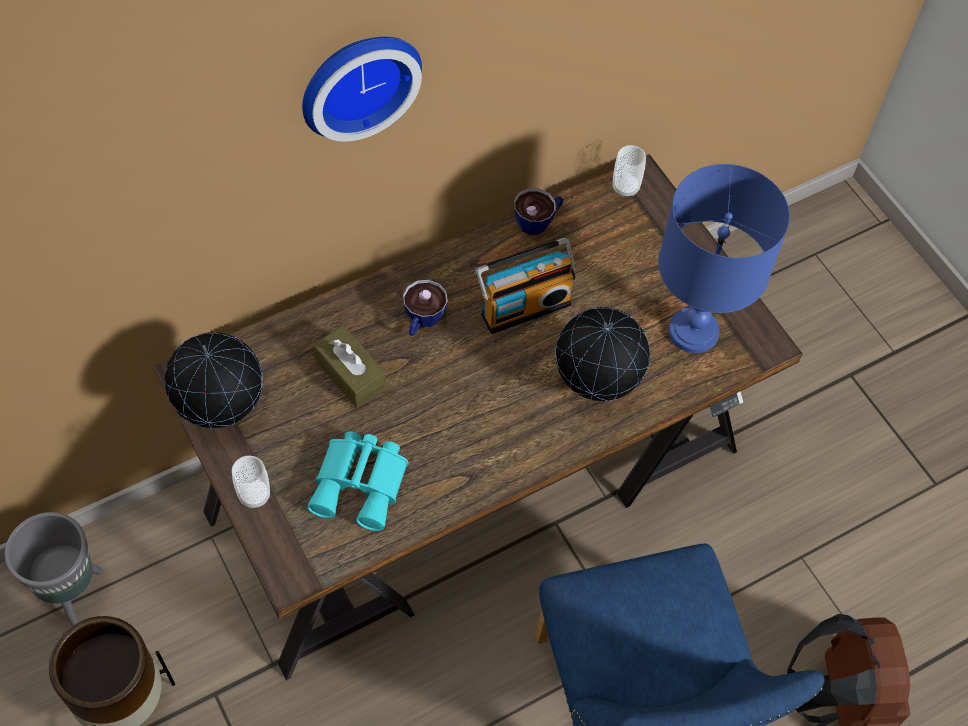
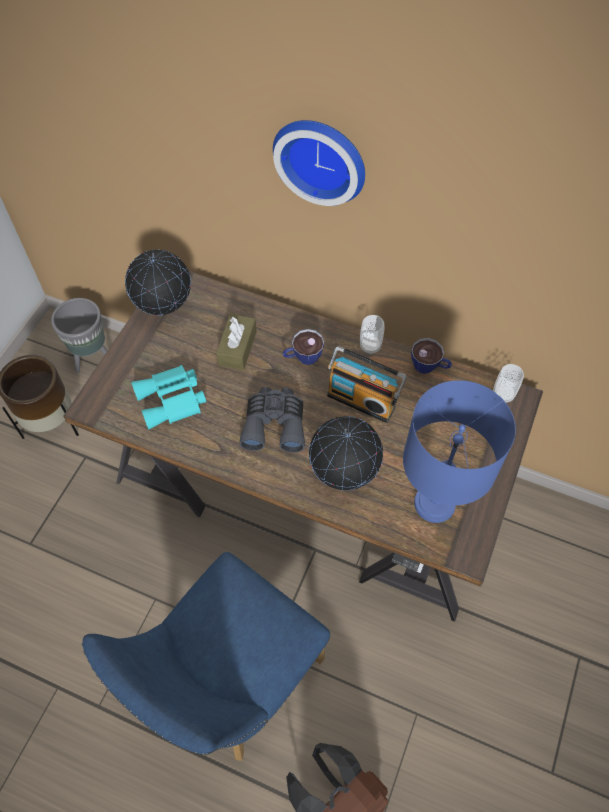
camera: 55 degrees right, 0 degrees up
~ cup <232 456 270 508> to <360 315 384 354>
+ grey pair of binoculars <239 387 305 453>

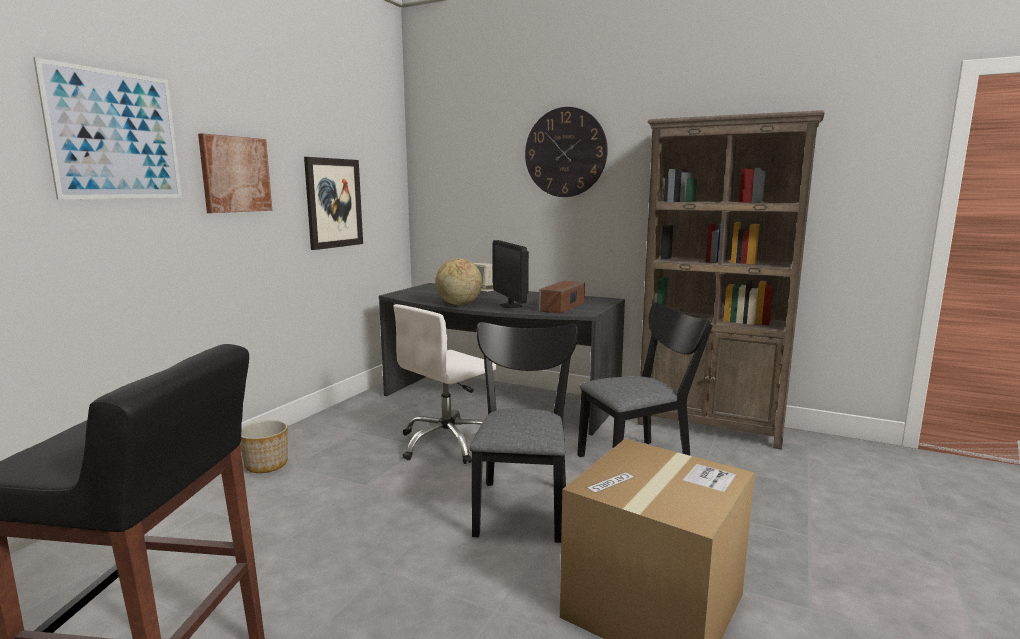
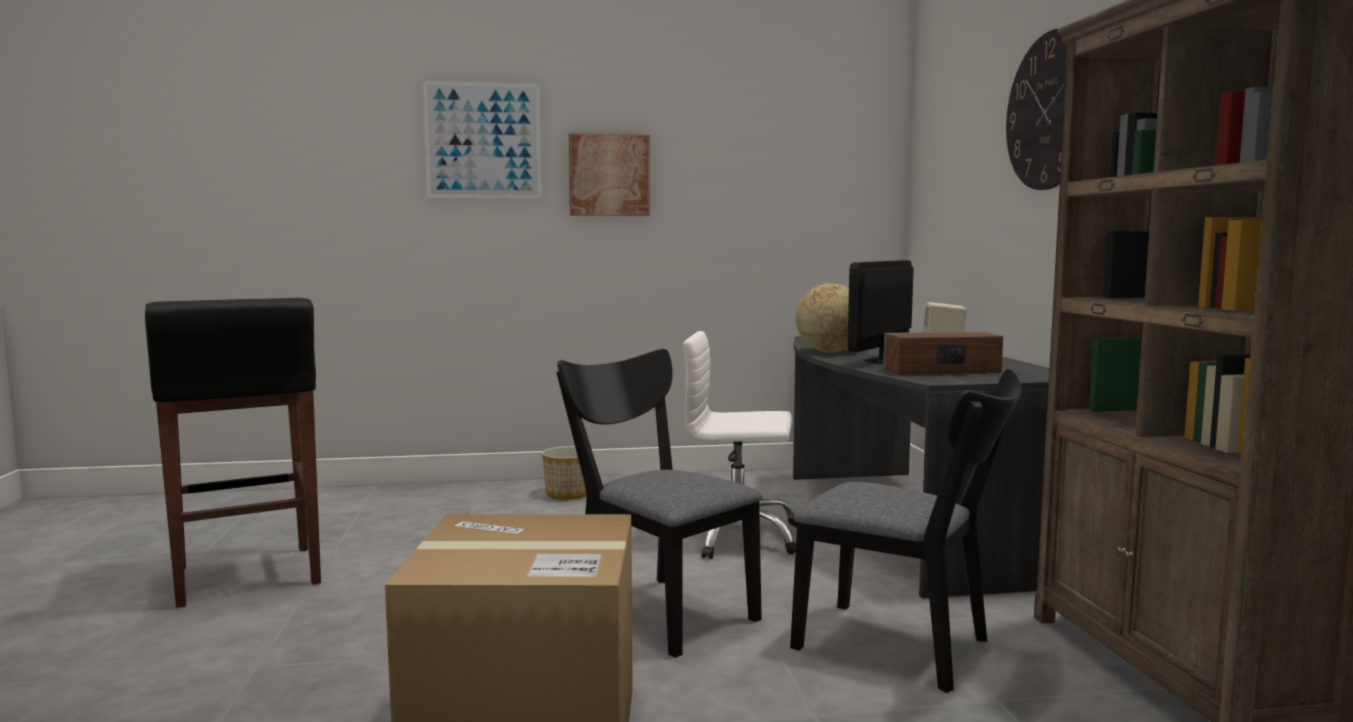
camera: 55 degrees right, 5 degrees down
- wall art <304 157 363 250>
~ black plain chair <470 322 578 543> = <557 349 762 658> 105 degrees counterclockwise

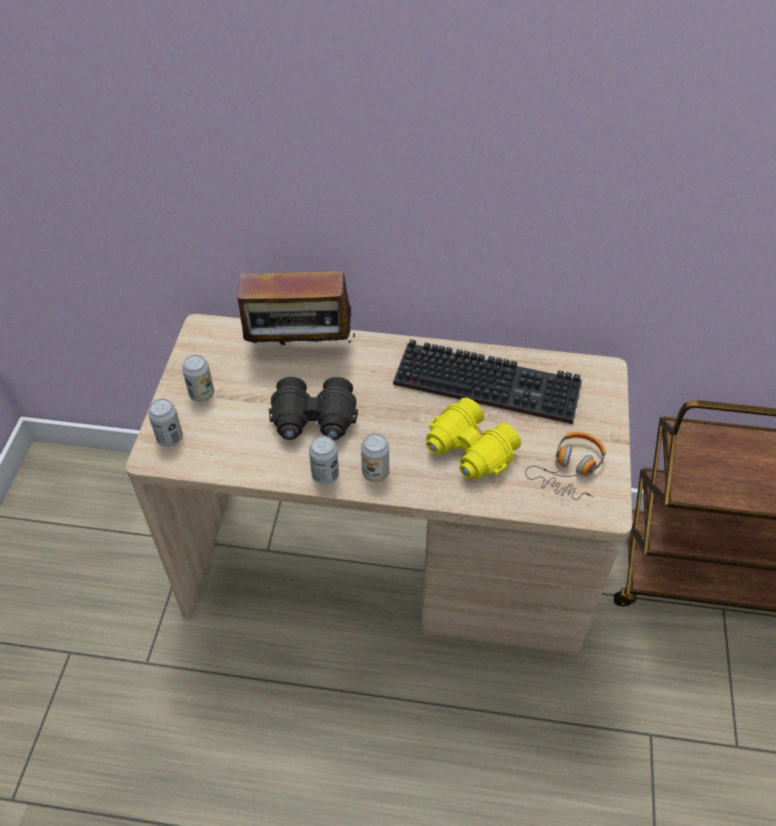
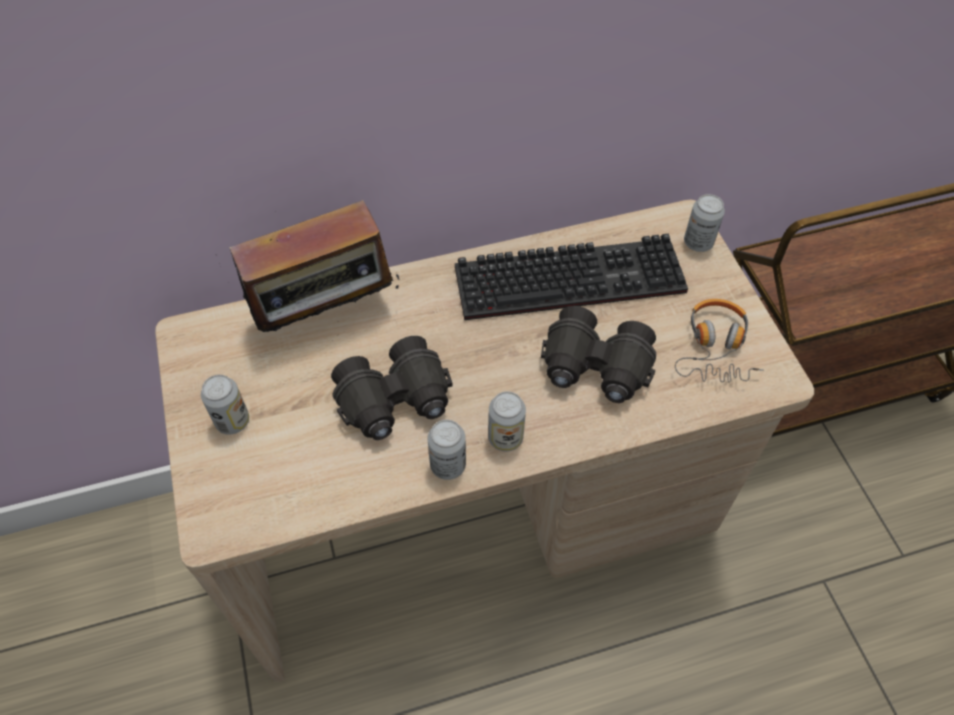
camera: 25 degrees left, 5 degrees up
~ metal can <148 398 183 447> to <684 194 725 252>
~ yellow pair of binoculars <426 397 521 479> to black pair of binoculars <541 306 656 403>

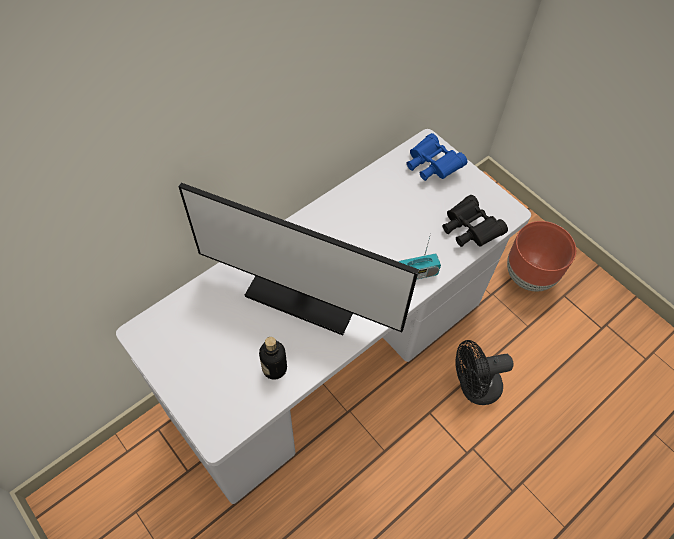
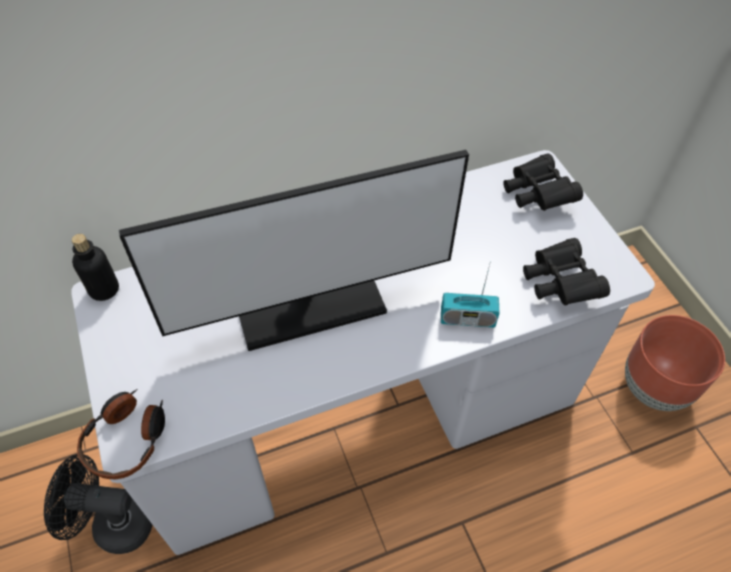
camera: 20 degrees right, 5 degrees down
~ computer display <178 183 419 335> = <118 150 469 351> 60 degrees counterclockwise
~ drink bottle <259 337 287 380> to <72 234 119 301>
~ blue pair of binoculars <407 133 467 181> to black pair of binoculars <503 153 583 211>
~ black cooling fan <455 340 513 405> to <44 454 152 554>
+ pair of headphones <77 389 165 479>

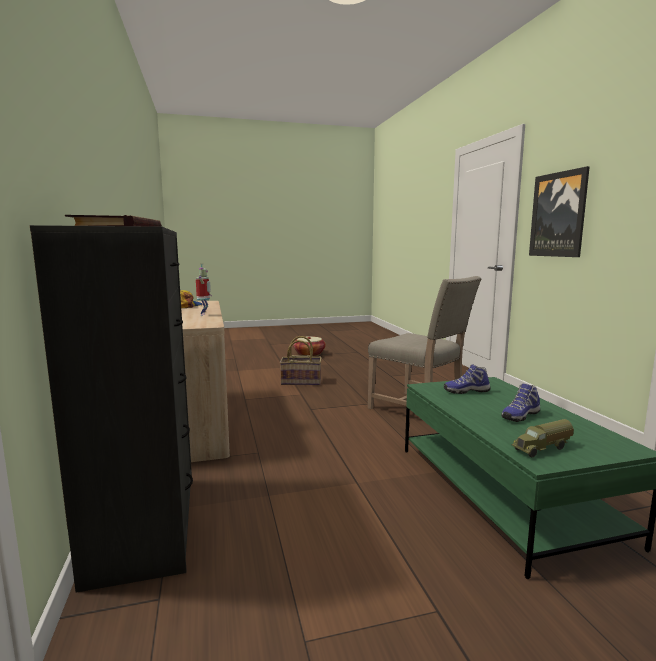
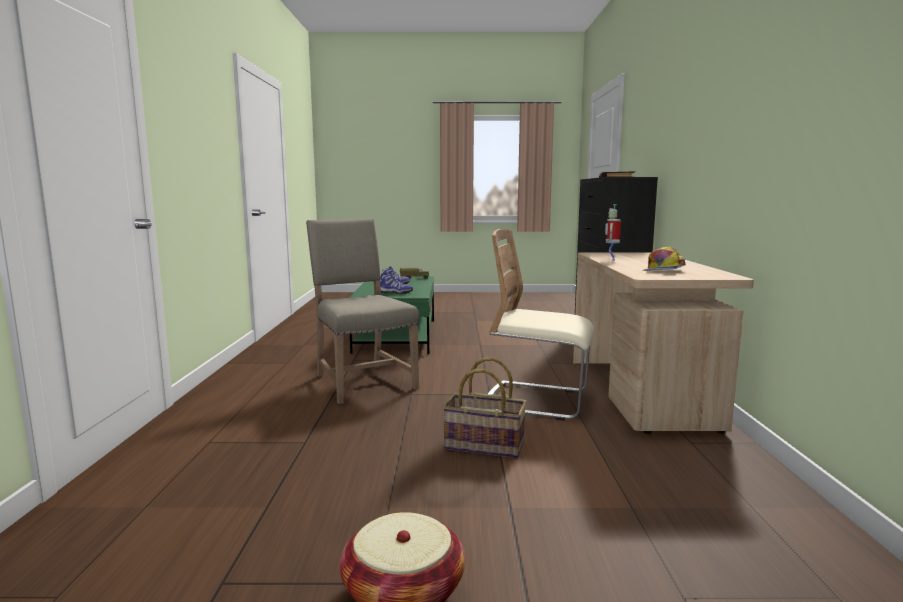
camera: 165 degrees left, 0 degrees up
- wall art <529 166 590 257>
+ beige-coloured plain chair <488 229 594 421>

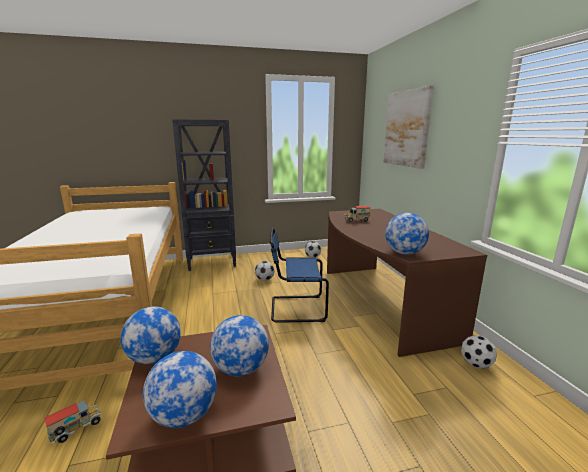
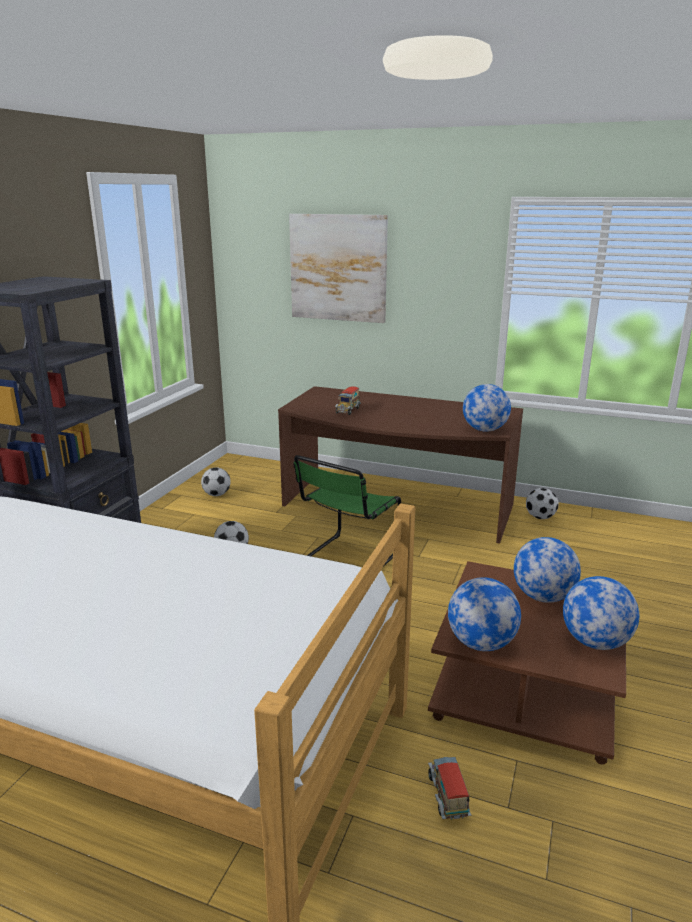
camera: 55 degrees left, 5 degrees up
~ blue plain chair <270 228 329 323> to green-coloured plain chair <293 455 401 567>

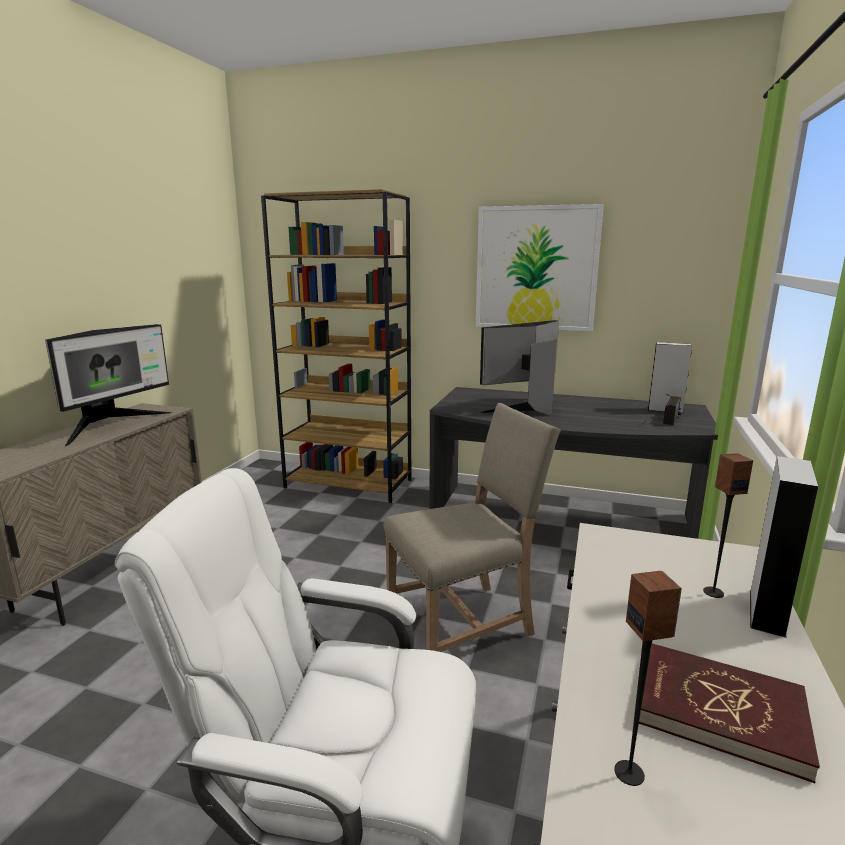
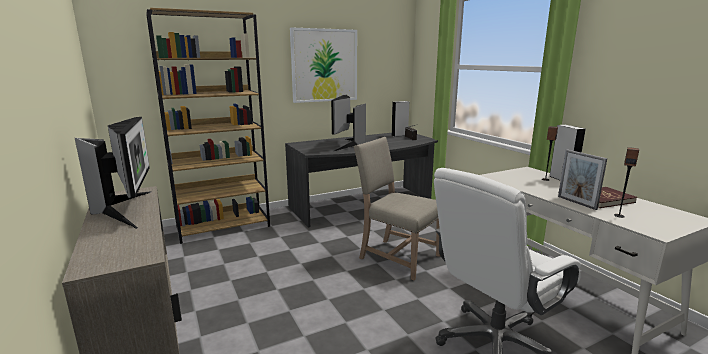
camera: 45 degrees left, 0 degrees up
~ beige-coloured plain chair <383 403 561 652> = <354 137 440 280> 75 degrees counterclockwise
+ standing frame <558 149 607 210>

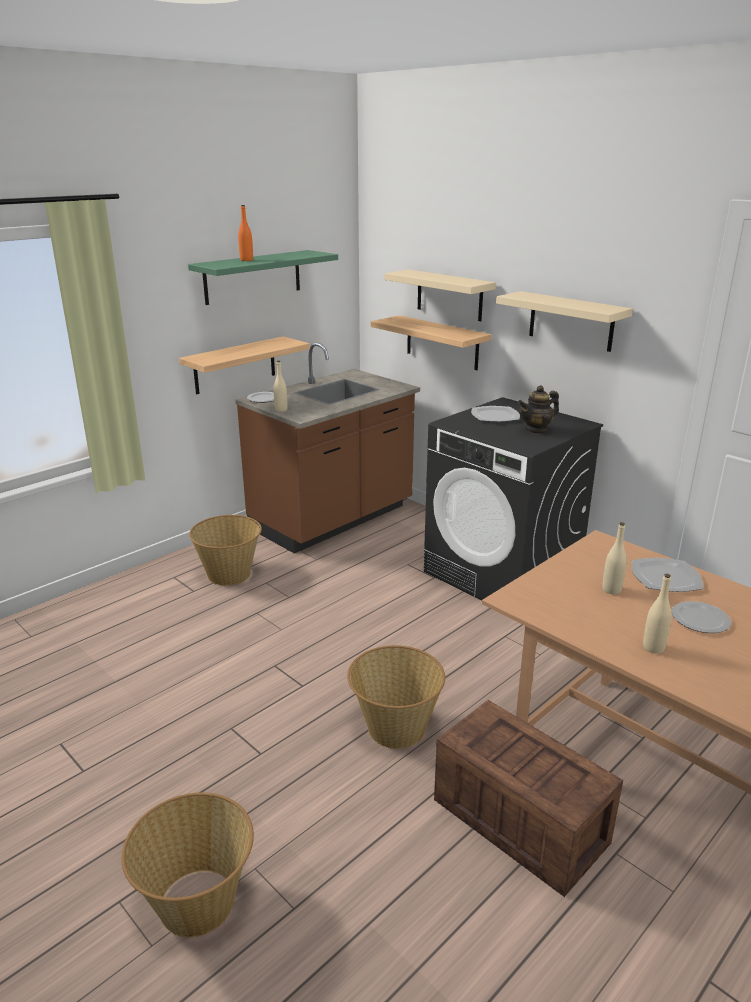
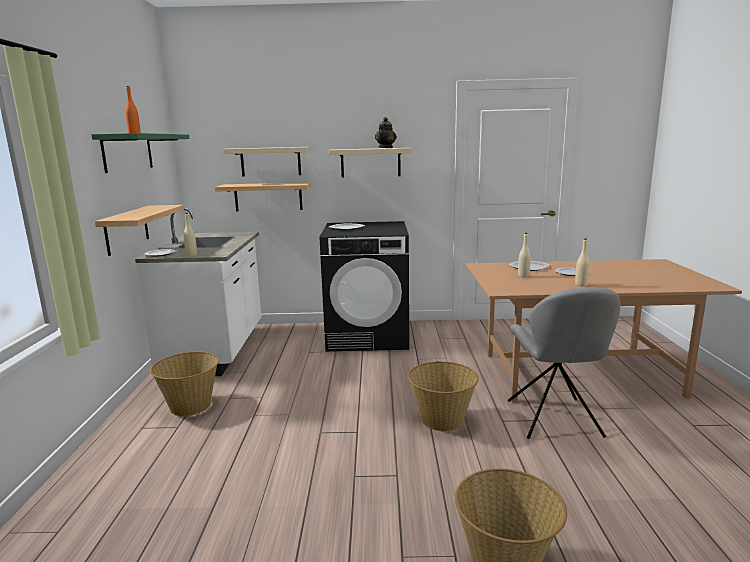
camera: 45 degrees left, 10 degrees down
~ brown kitchen base unit <235 343 420 554> to white-coloured kitchen base unit <135 207 262 376>
~ shipping crate <434 700 623 897> to grey plain chair <508 287 620 439>
~ pot for tea <518 385 559 434> to <375 117 397 148>

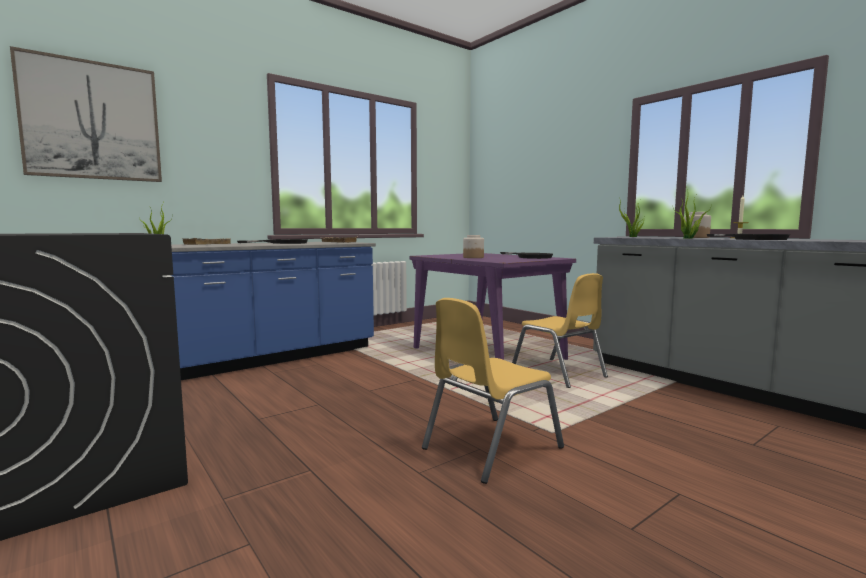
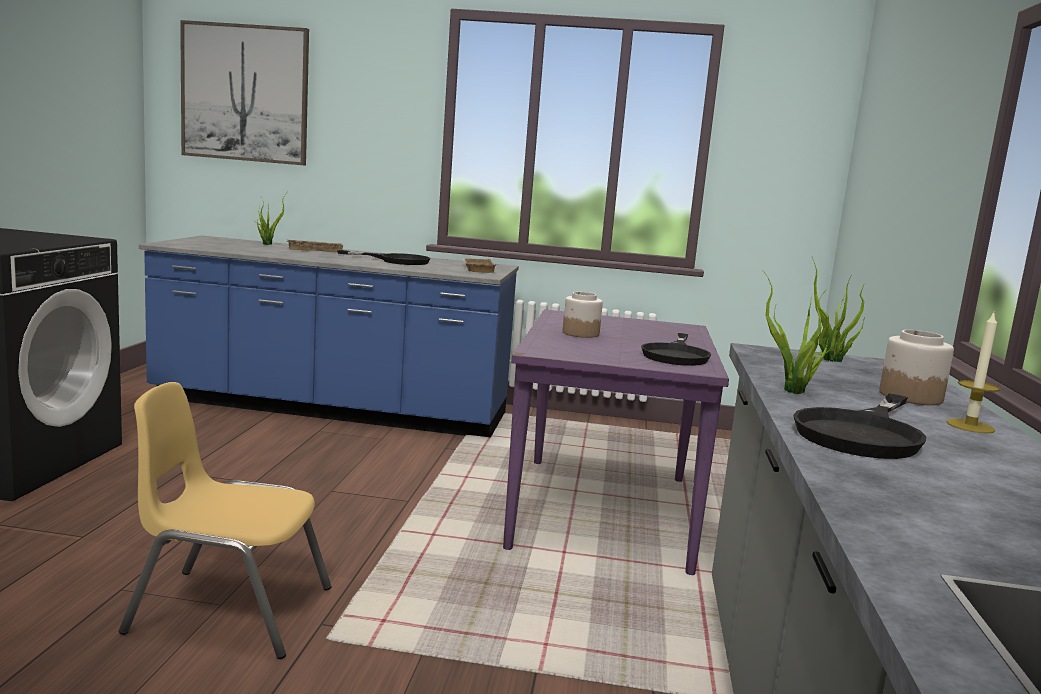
camera: 45 degrees right, 5 degrees up
- yellow plain chair <512 273 608 388>

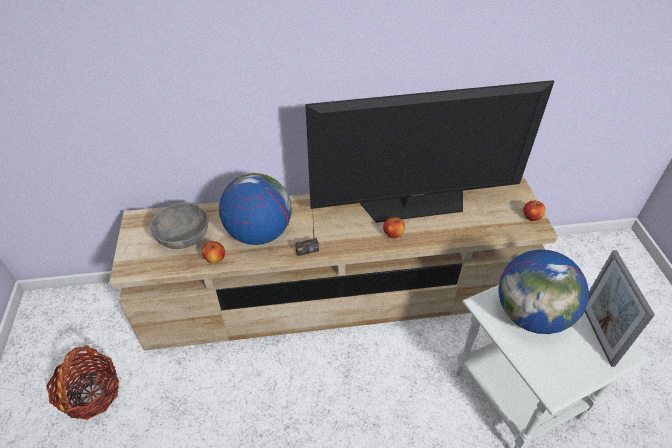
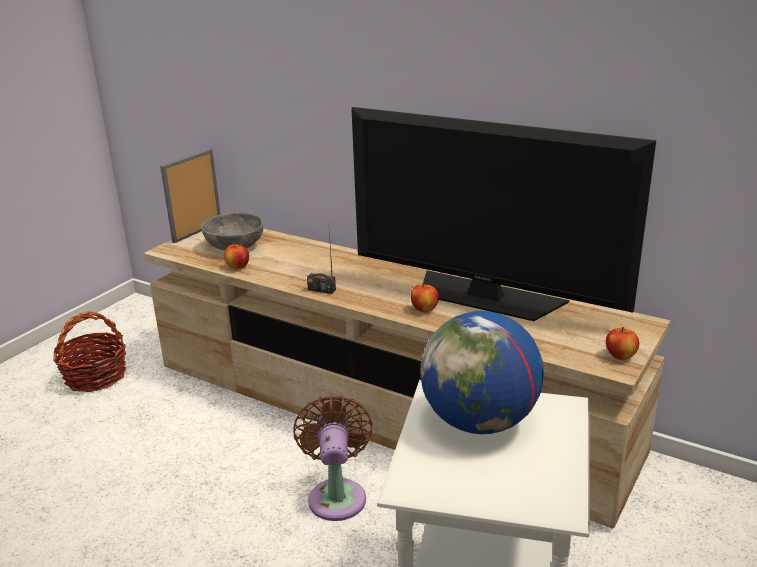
camera: 40 degrees right, 20 degrees down
- globe <219 173 292 245>
~ standing frame <584 250 655 367> to <160 149 221 243>
+ brown cooling fan <294 395 373 521>

